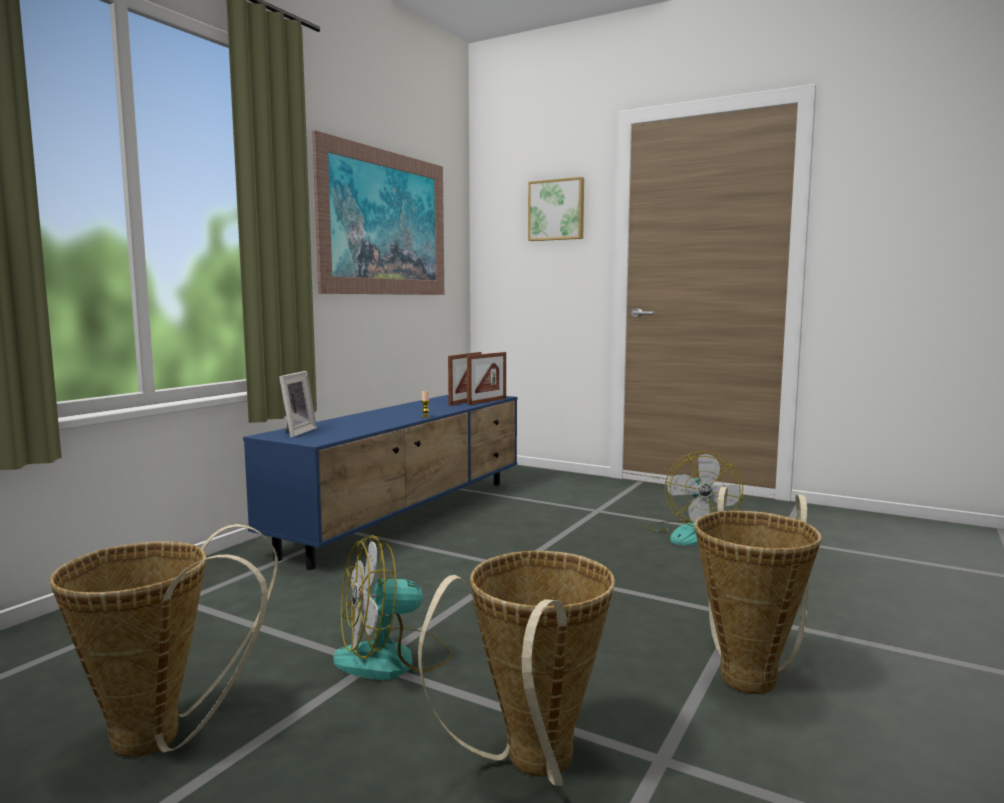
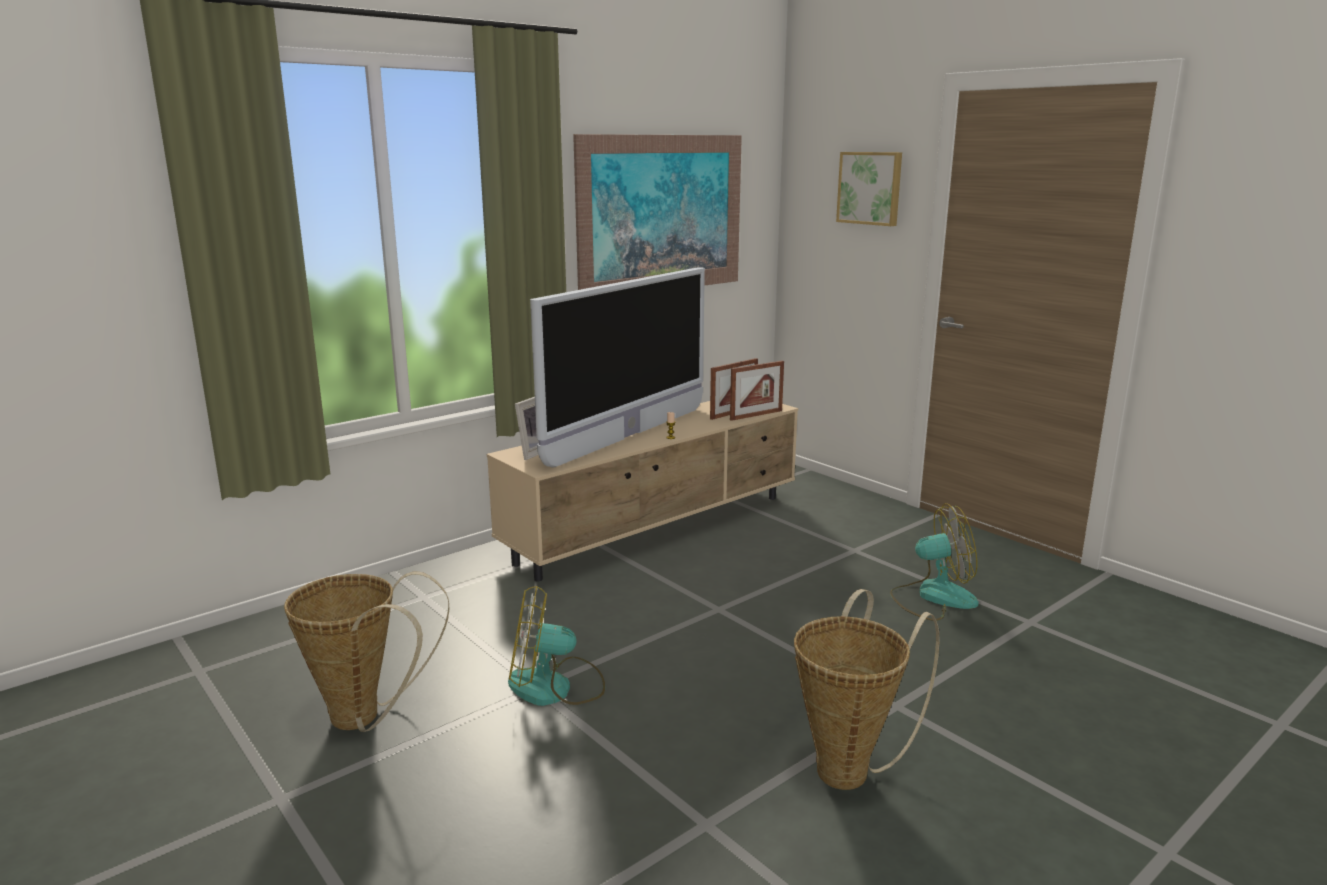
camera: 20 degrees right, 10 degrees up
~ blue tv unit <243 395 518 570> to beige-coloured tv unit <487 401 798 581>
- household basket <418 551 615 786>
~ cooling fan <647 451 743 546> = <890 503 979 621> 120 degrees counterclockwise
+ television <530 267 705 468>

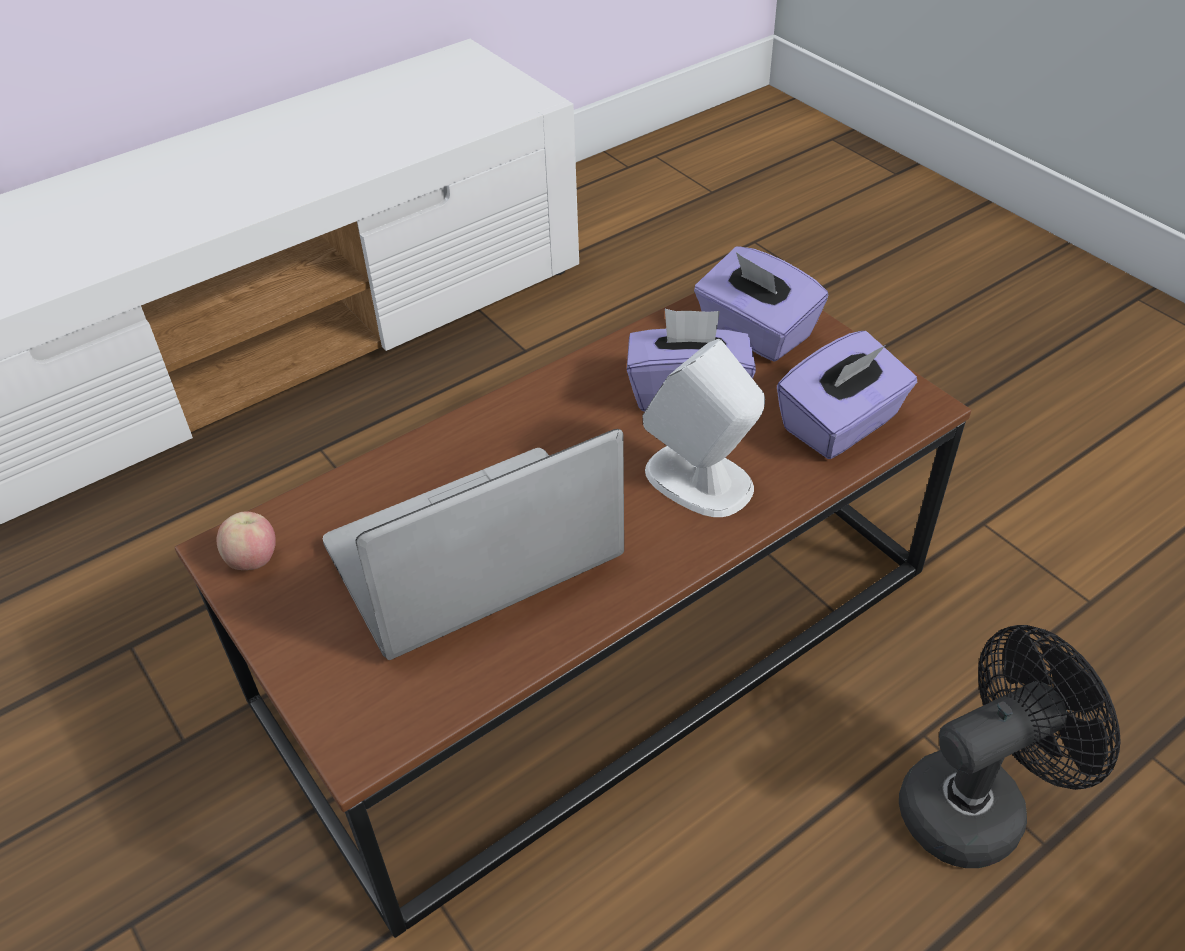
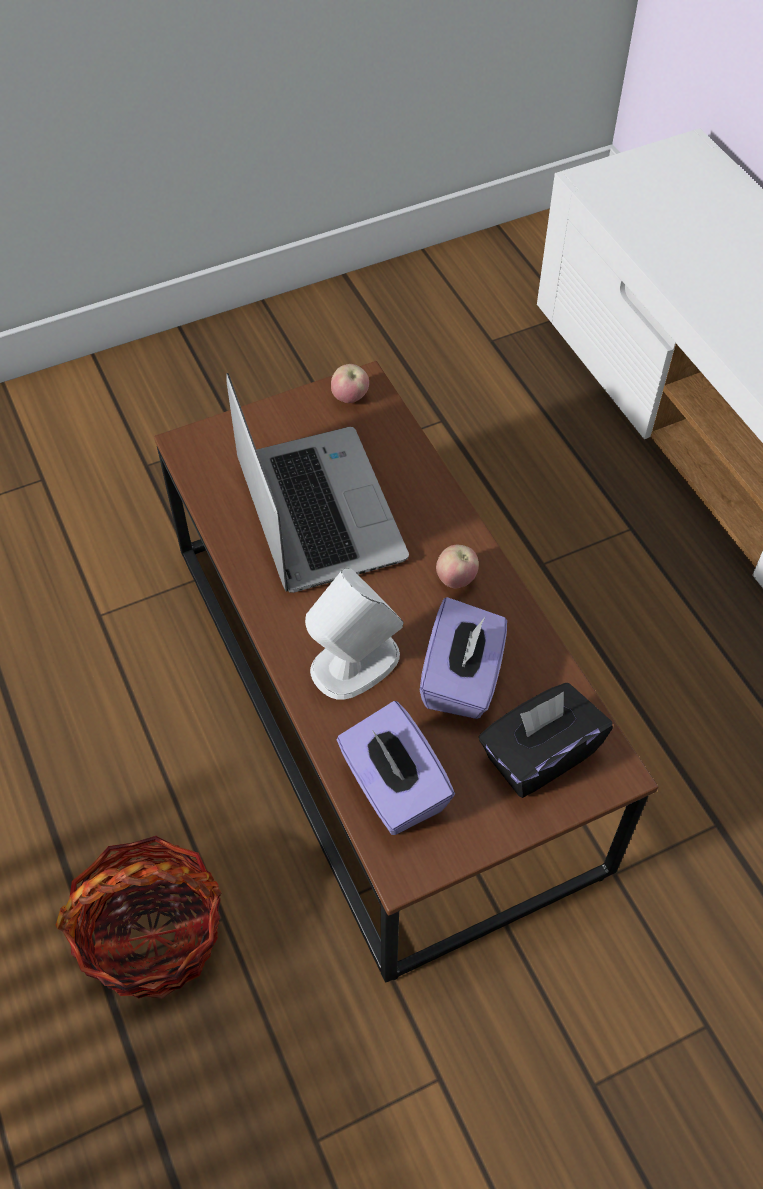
camera: 100 degrees right, 10 degrees up
~ purple-coloured tissue holder <694 246 828 362> to black tissue holder <479 683 613 798>
~ black cooling fan <899 625 1121 868> to household basket <56 836 221 999>
+ apple fruit <436 545 479 588>

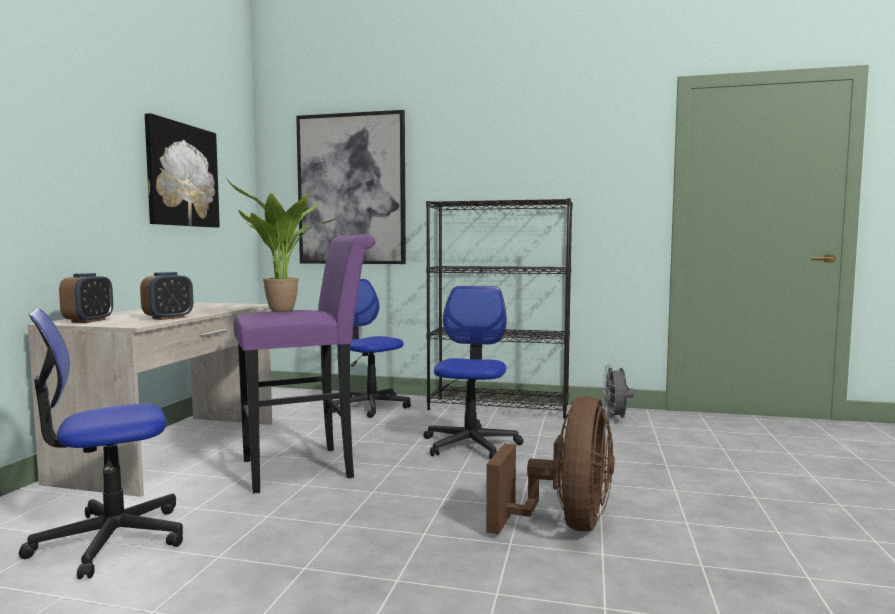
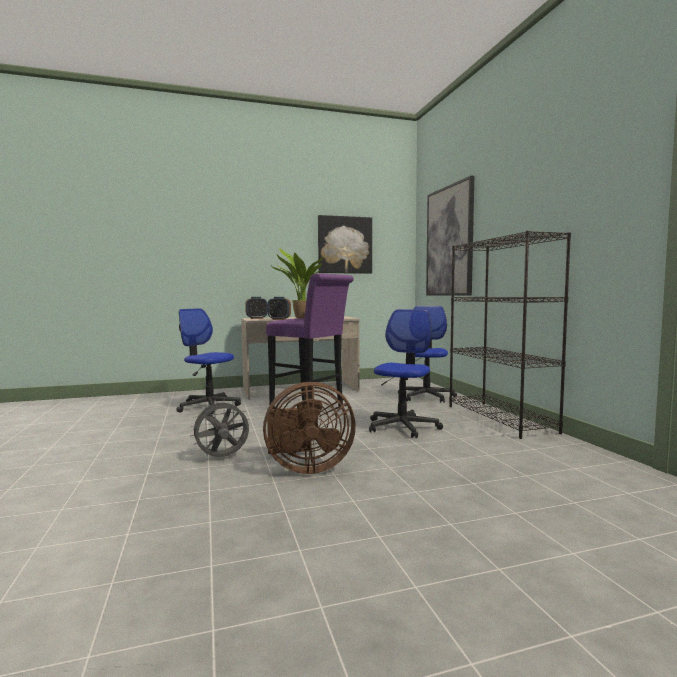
camera: 60 degrees right, 0 degrees up
~ desk chair <423 286 524 459> = <369 309 443 438> 45 degrees counterclockwise
~ grey cooling fan <602 364 634 422> to <190 399 250 457>

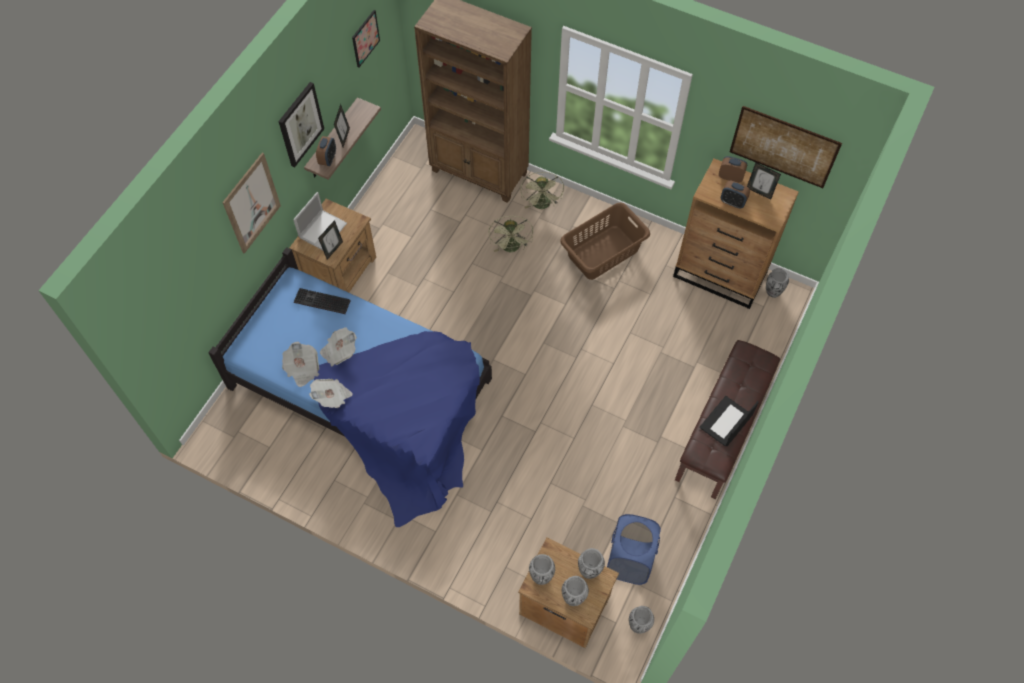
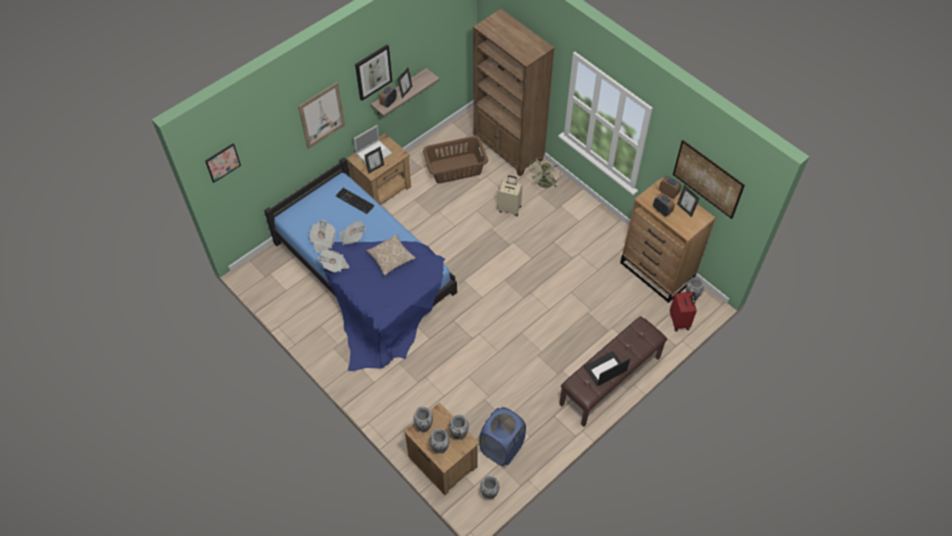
camera: 20 degrees right, 5 degrees down
~ wall art <352 10 380 68> to <205 143 241 183>
~ green-coloured cooling fan <488 216 533 253> to beige-coloured piece of luggage <497 175 522 217>
~ brown laundry basket <560 203 650 280> to <423 136 488 184>
+ throw pillow <366 234 416 276>
+ red-coloured piece of luggage <670 291 697 332>

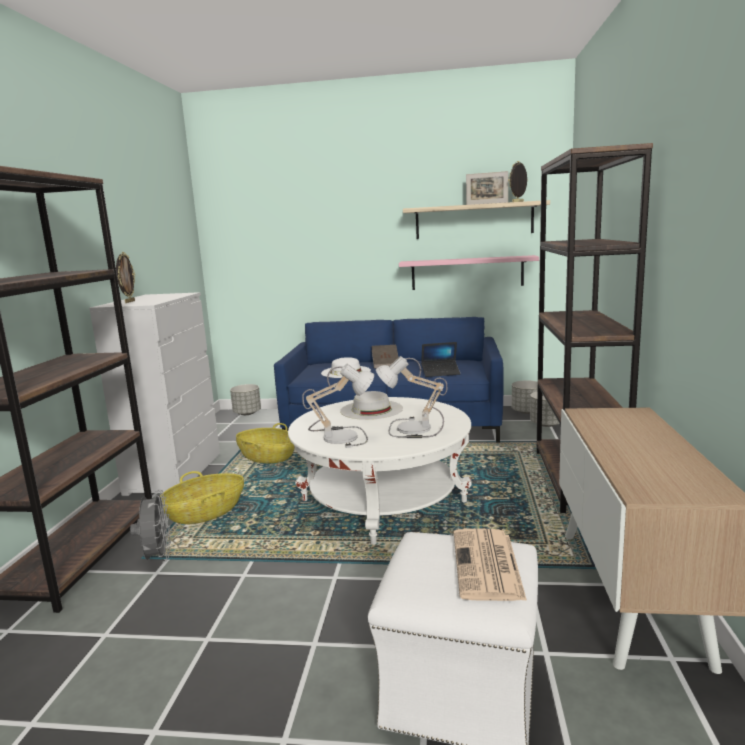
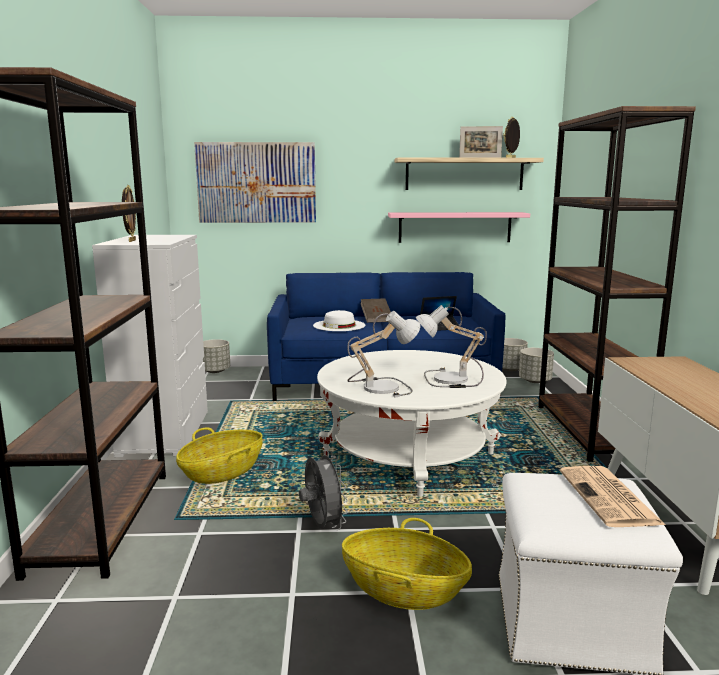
camera: 10 degrees left, 0 degrees up
~ grey cooling fan <130 490 171 563> to <299 450 348 530>
~ household basket <236 423 295 463> to <342 518 472 610>
- white-coloured wearable hat <340 391 403 420>
+ wall art <194 142 316 223>

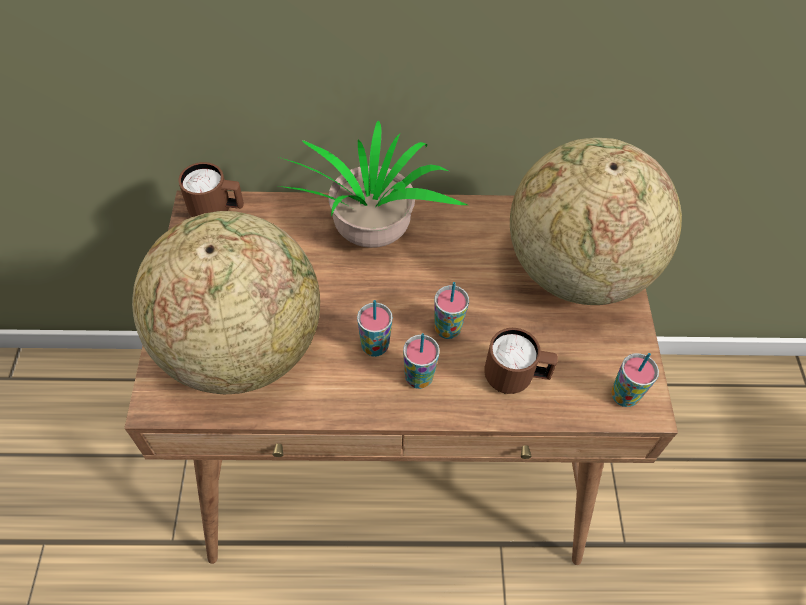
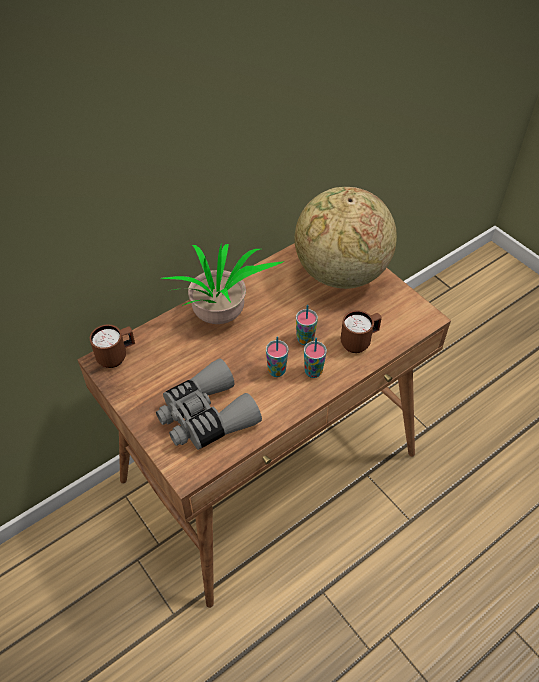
camera: 35 degrees left, 5 degrees down
~ globe <132 211 320 394> to grey pair of binoculars <156 358 262 450>
- cup <611 353 659 407>

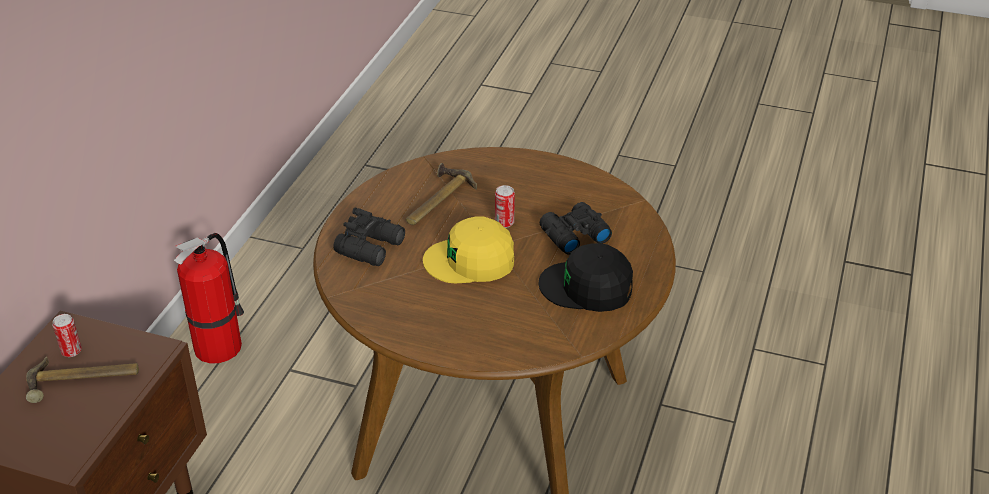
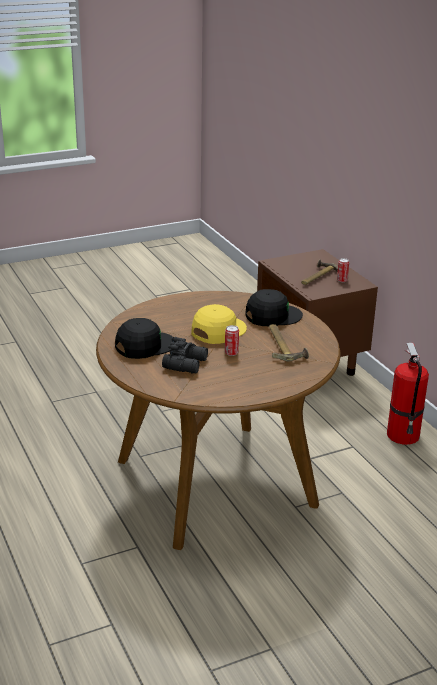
camera: 135 degrees right, 10 degrees down
~ black pair of binoculars <333 208 405 266> to black peaked cap <245 289 303 326>

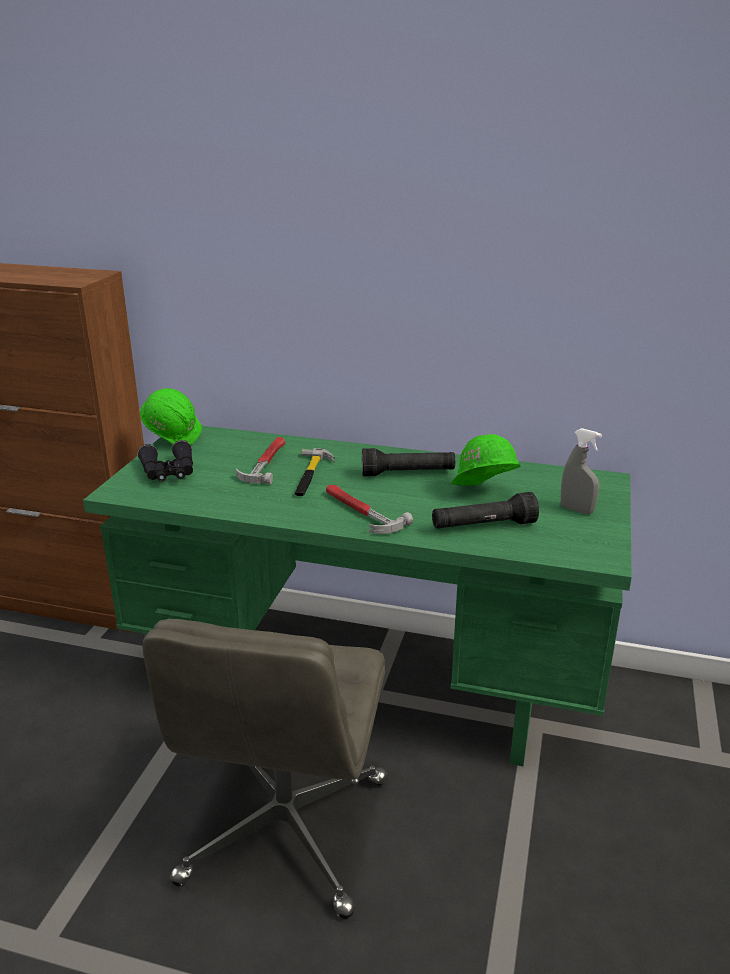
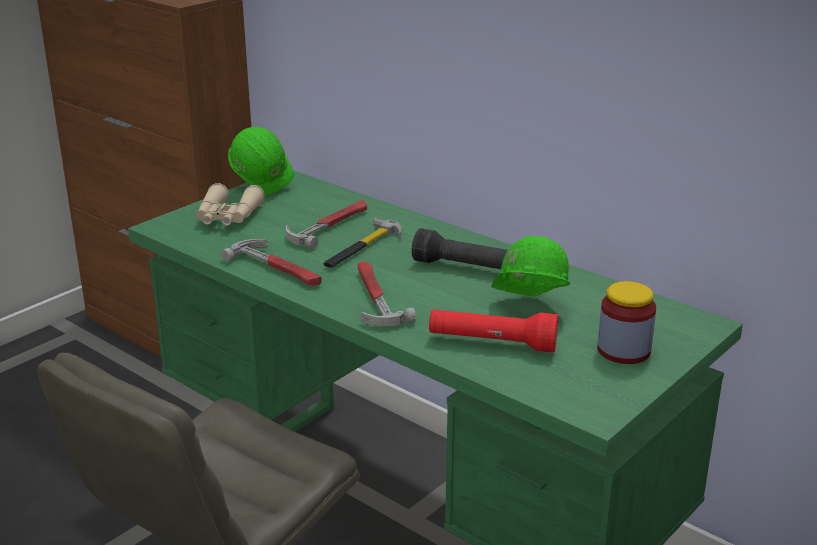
camera: 25 degrees right, 0 degrees up
~ black pair of binoculars <138 440 193 482> to beige-coloured pair of binoculars <196 183 265 225>
~ black hand torch <432 492 539 529> to red-coloured hand torch <429 309 558 353>
~ grey sprayer <561 428 602 514> to jar <597 281 656 364>
+ hand hammer <221 239 322 285>

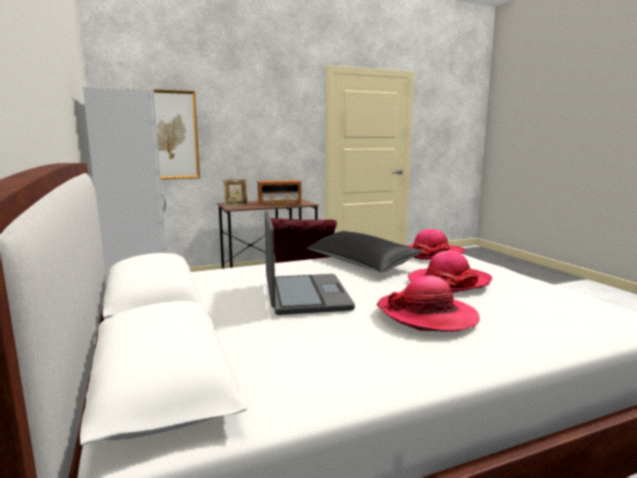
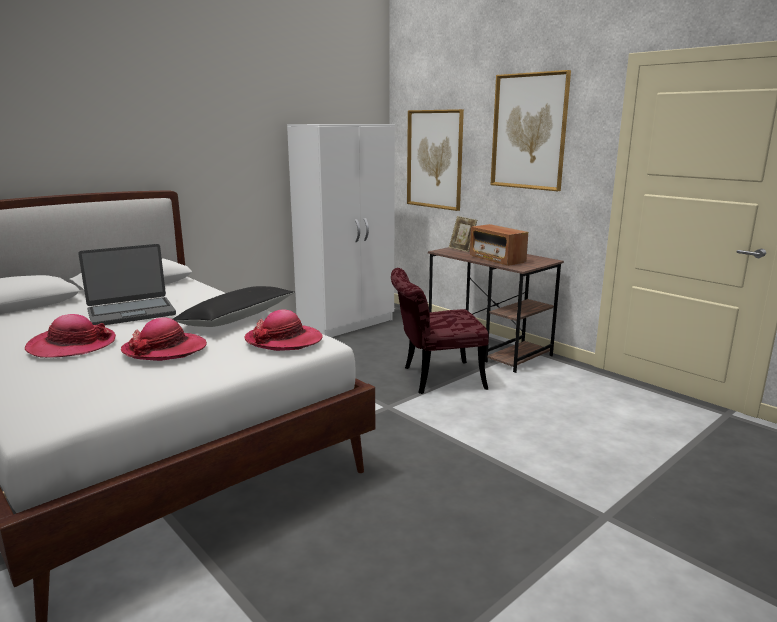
camera: 70 degrees right, 5 degrees up
+ wall art <491 70 571 191>

